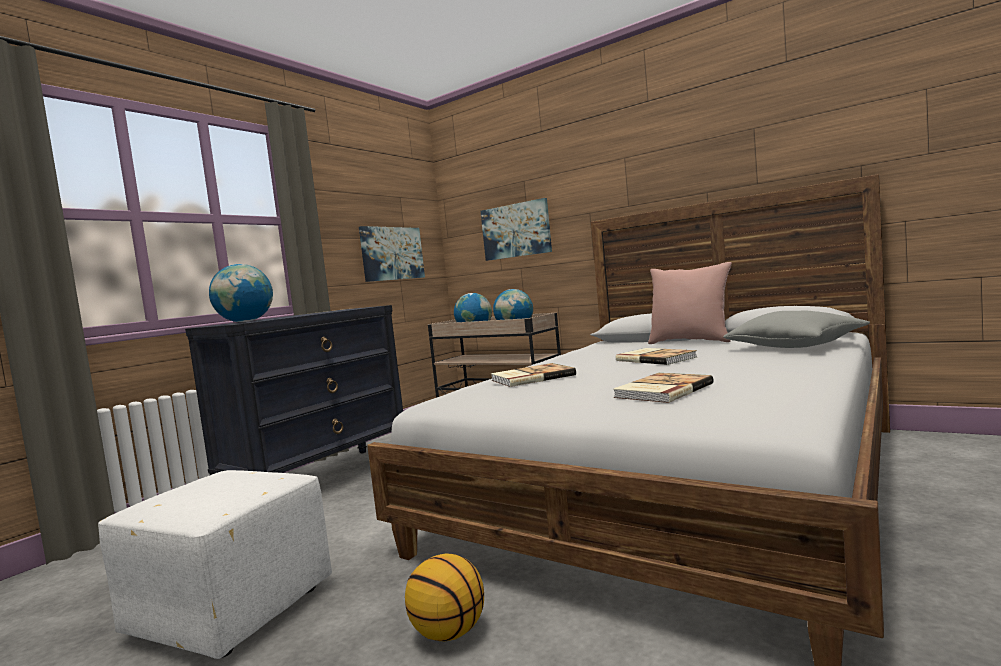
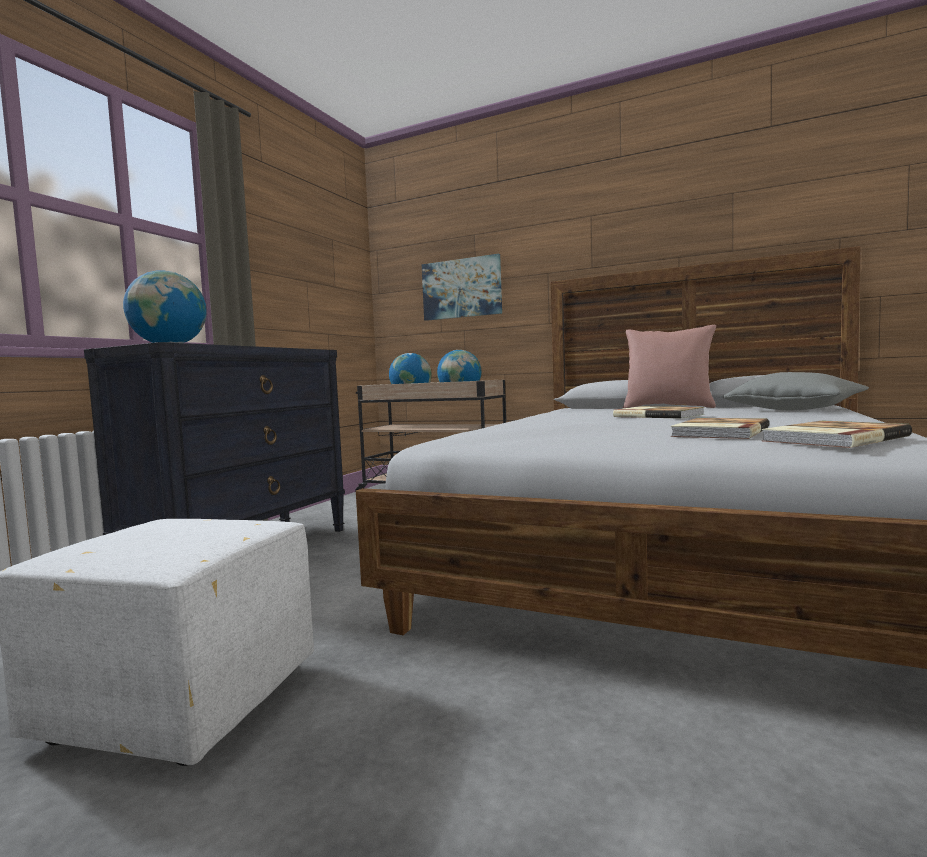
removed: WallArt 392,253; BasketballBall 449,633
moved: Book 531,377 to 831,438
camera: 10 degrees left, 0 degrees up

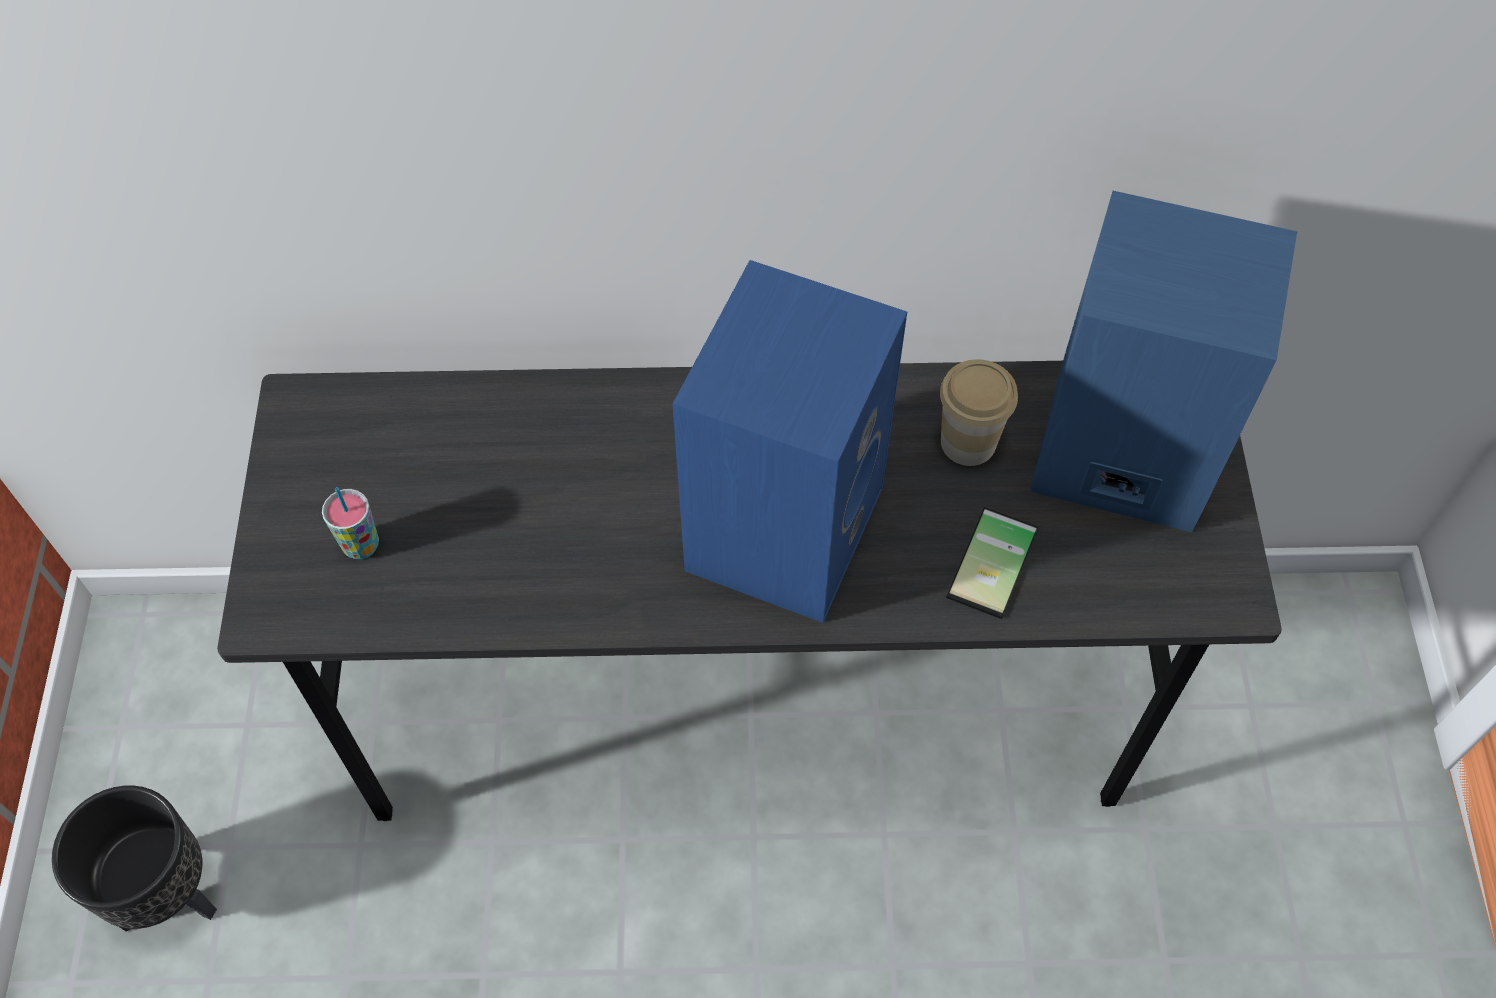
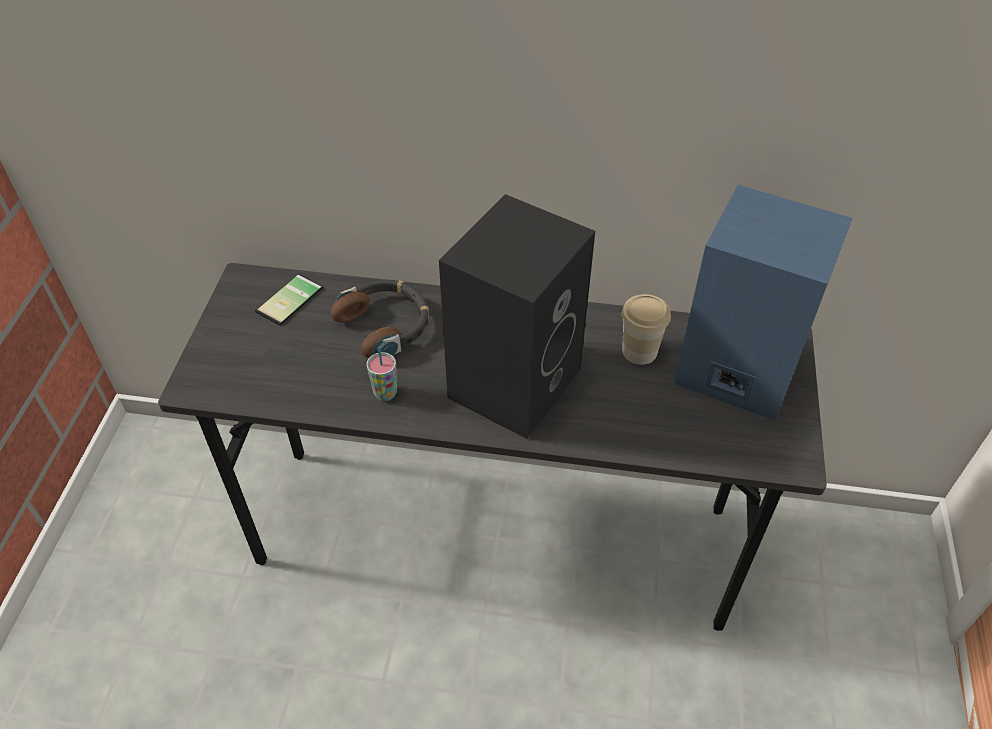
removed: BlackishPlantPot 168,896
added: PairOfHeadphones 385,324
moved: SmallCup 361,546 to 385,393; Phone 998,565 to 292,301
recoloured: BlueAudioSpeaker 782,523 to BlackishAudioSpeaker 514,380
camera: 10 degrees right, 10 degrees down

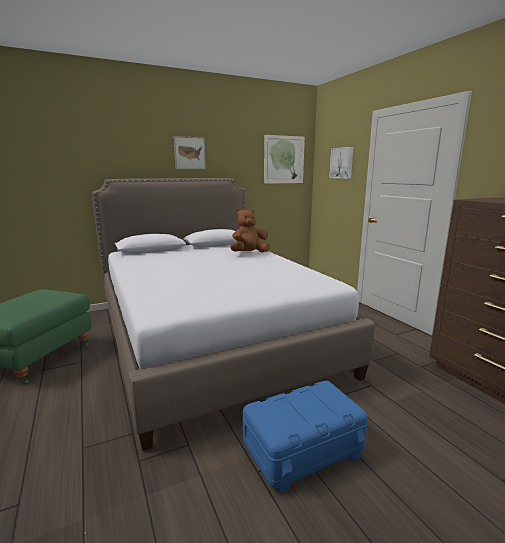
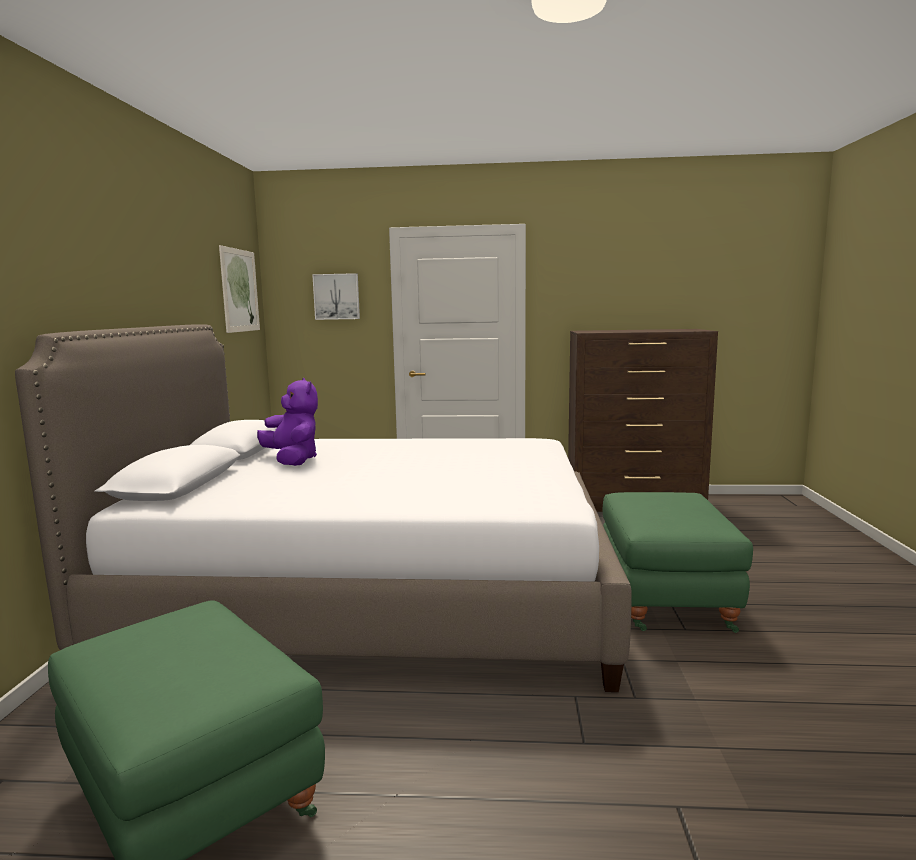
removed: WallArt 189,153; BrownishCuddlyToy 249,253
added: PurplishCuddlyToy 292,460
replaced: BlueStorageBin 302,449 to GreenColouredOttoman 664,600
camera: 60 degrees left, 5 degrees down

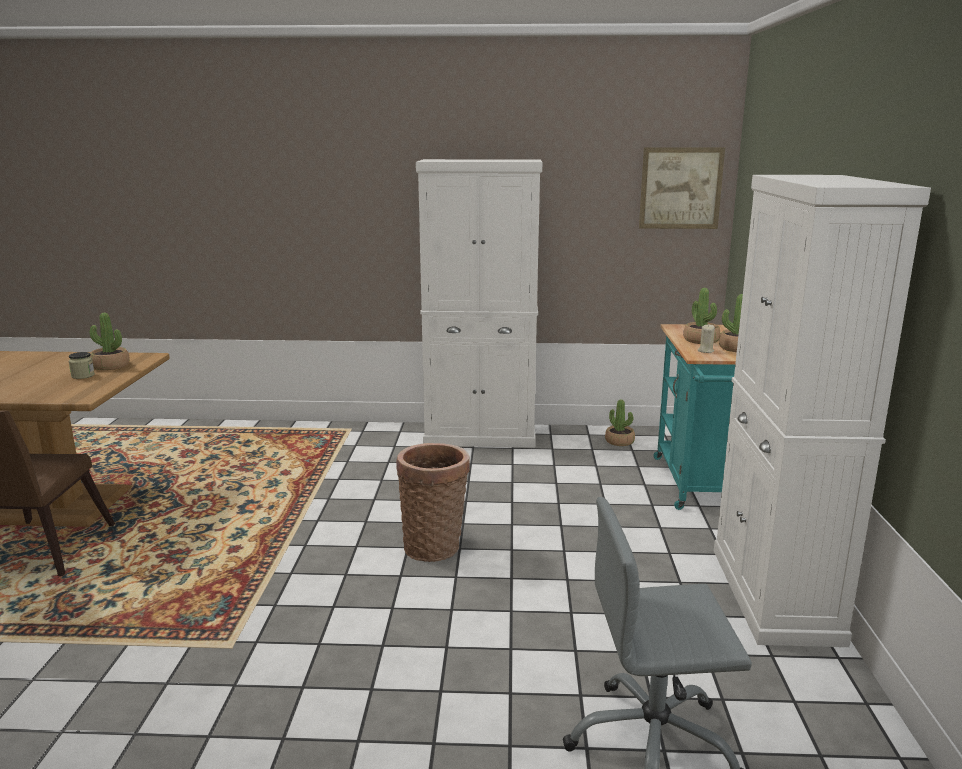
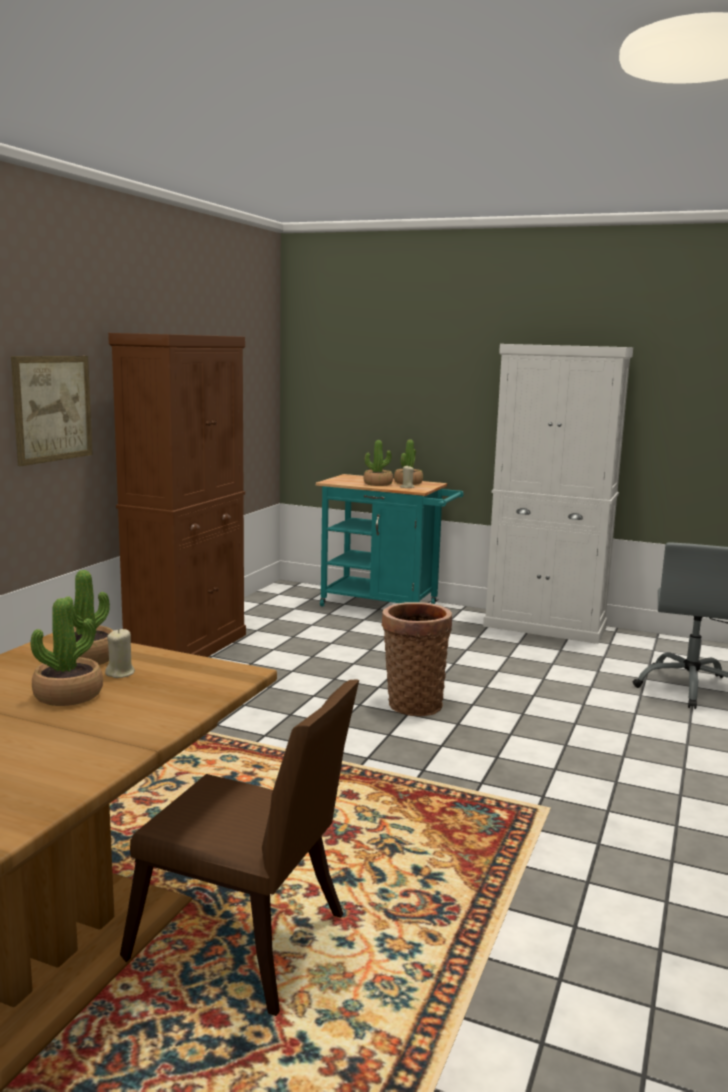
moved: Houseplant 619,441 to 68,695; WallArt 680,188 to 52,408
replaced: StorageJar 83,376 to BeigeColouredCandle 120,673
recoloured: WhitishStorageCabinet 480,436 to BrownishStorageCabinet 187,648
camera: 70 degrees left, 5 degrees down

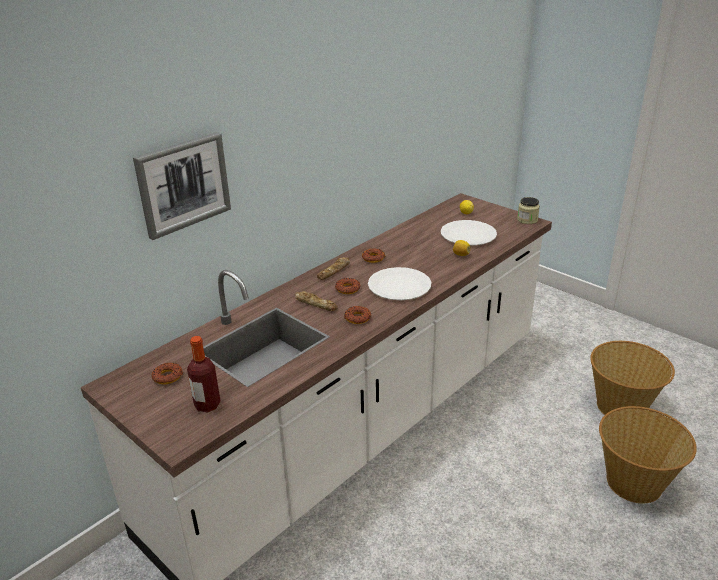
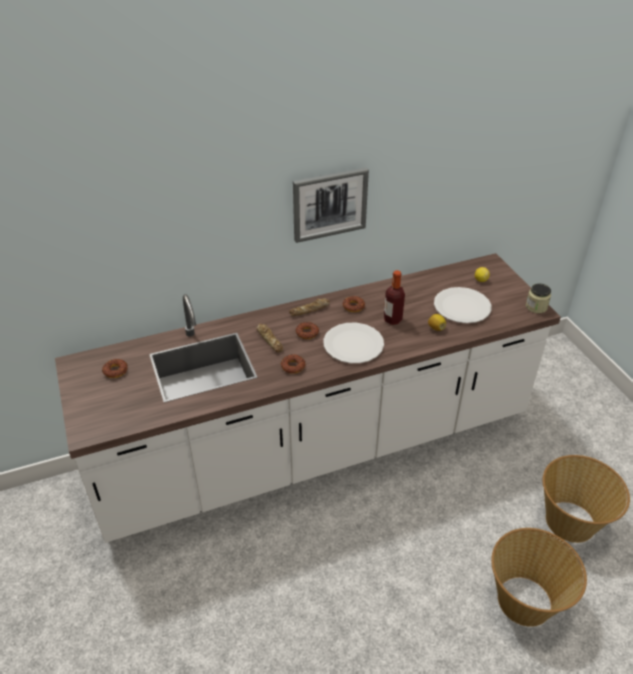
moved: WallArt 183,184 to 329,204; DrinkBottle 207,405 to 392,319
camera: 25 degrees right, 10 degrees up

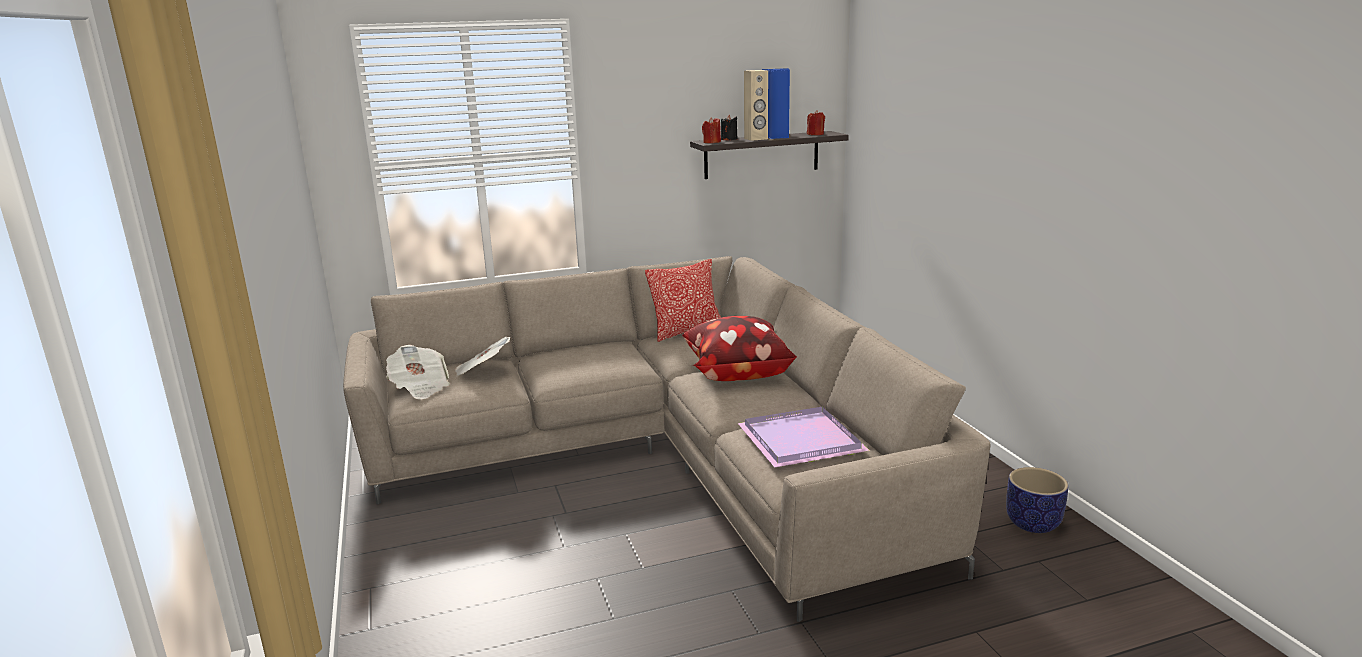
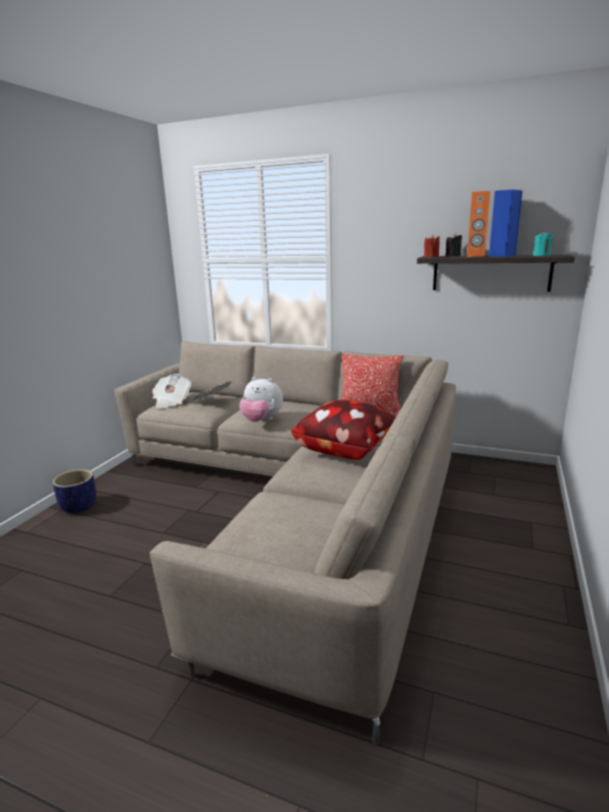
removed: PurplishServingTray 803,441
added: CuddlyToy 261,421
moved: PlantPot 1032,523 to 79,506
recoloured: BeigeColouredAudioSpeaker 756,139 to OrangeAudioSpeaker 475,256; RedCandle 815,134 to TurquoiseColouredCandle 541,255
camera: 40 degrees right, 0 degrees up

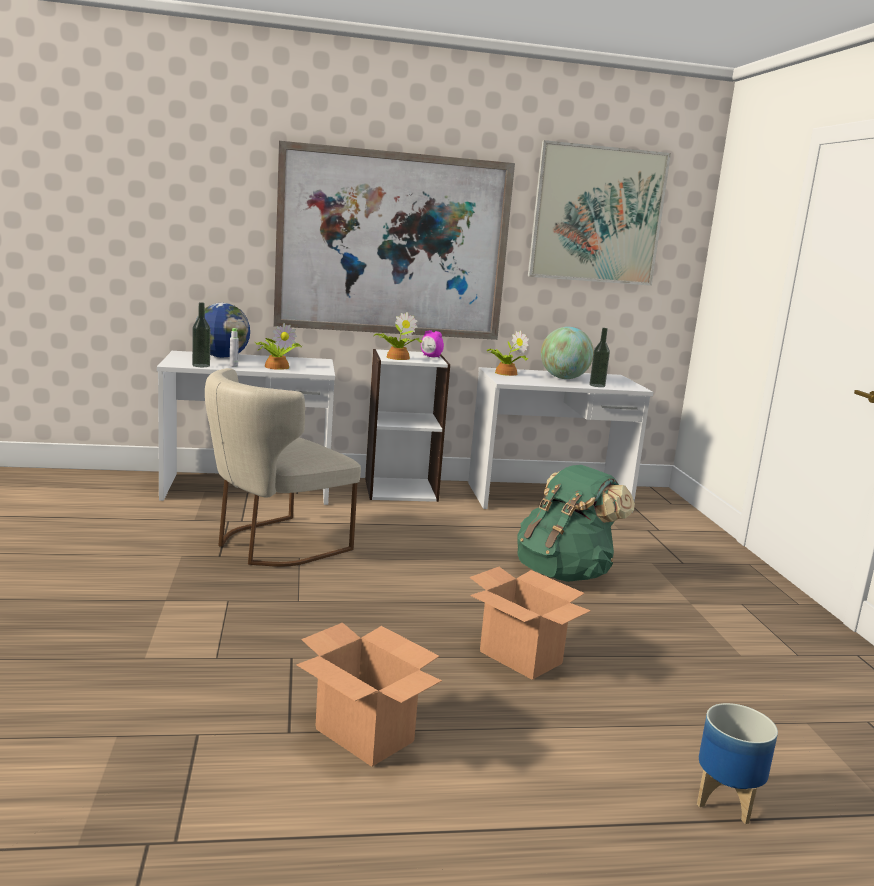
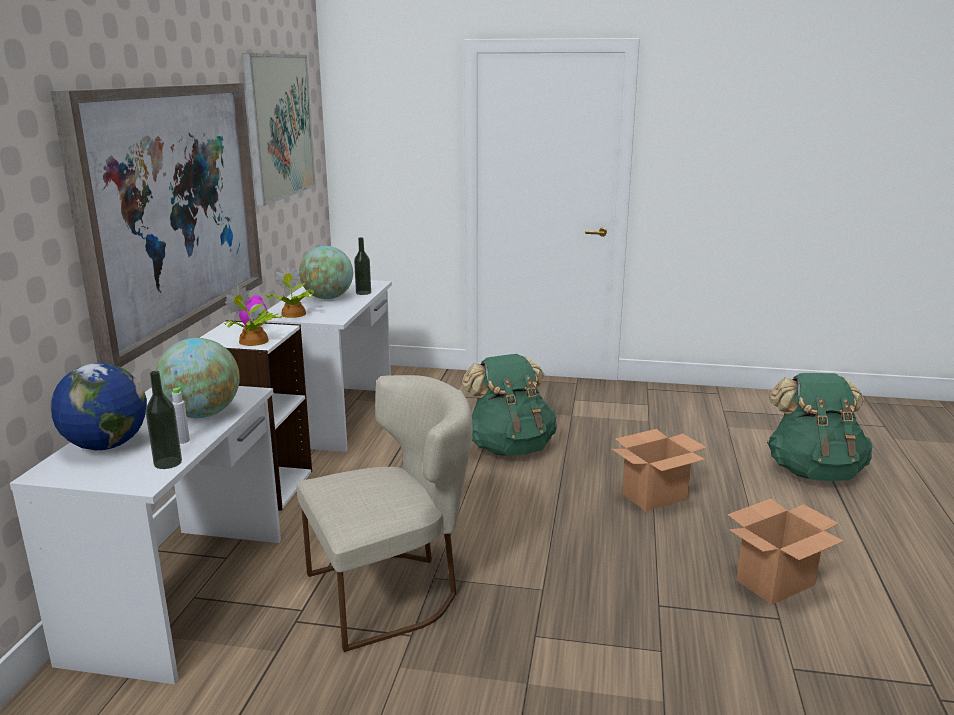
replaced: Houseplant 277,366 to DeskGlobe 202,414; PlantPot 727,801 to GreenColouredRucksack 813,471
turned: BeigeColouredUprightChair 273,545 = 392,591 90 degrees counterclockwise
camera: 70 degrees left, 5 degrees up

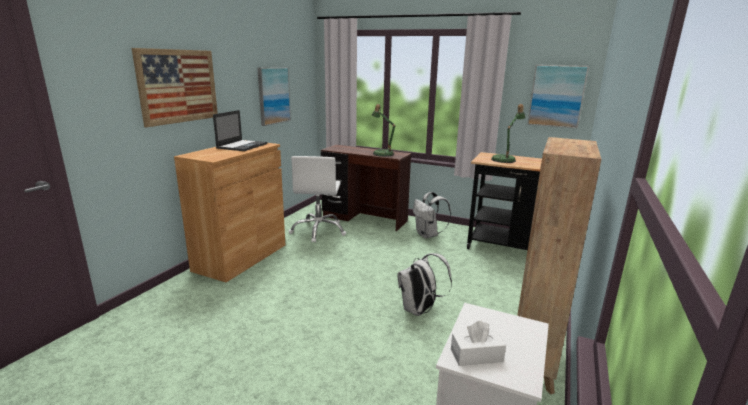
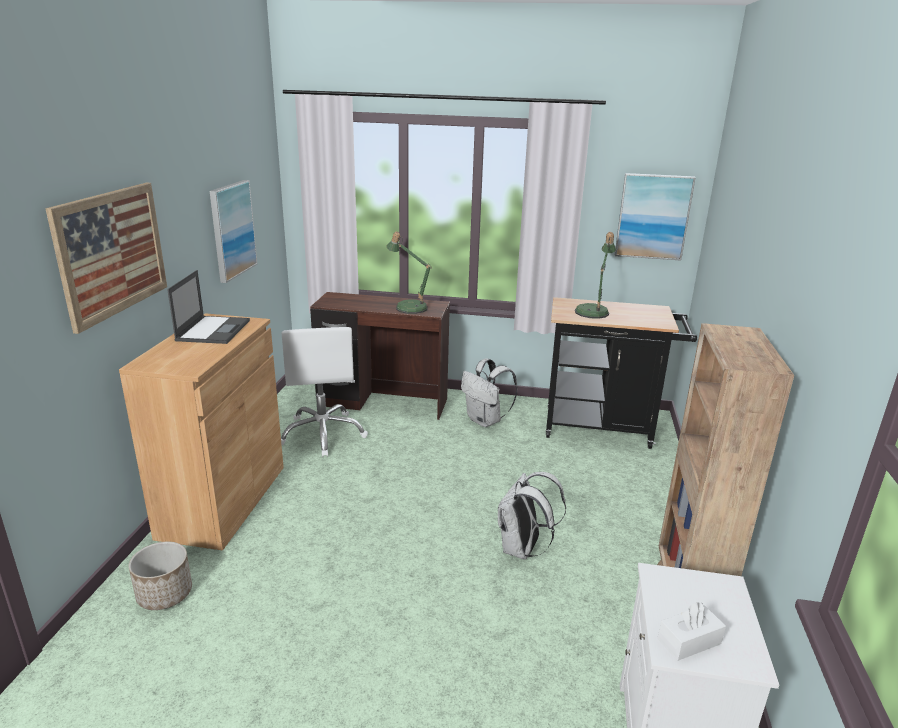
added: PlantPot 164,594
camera: 15 degrees left, 5 degrees up

